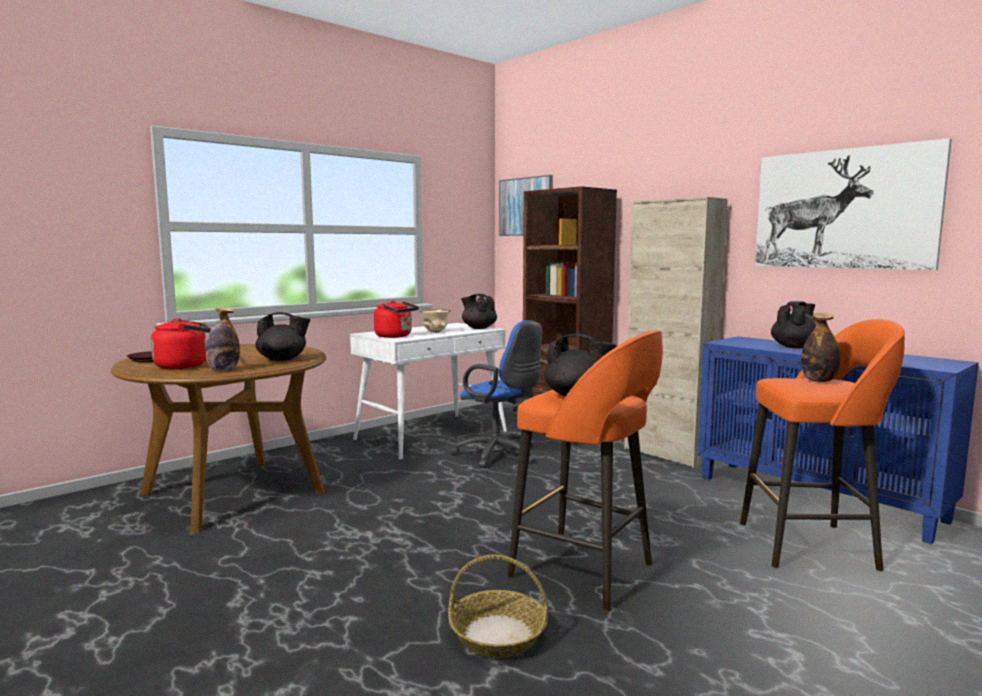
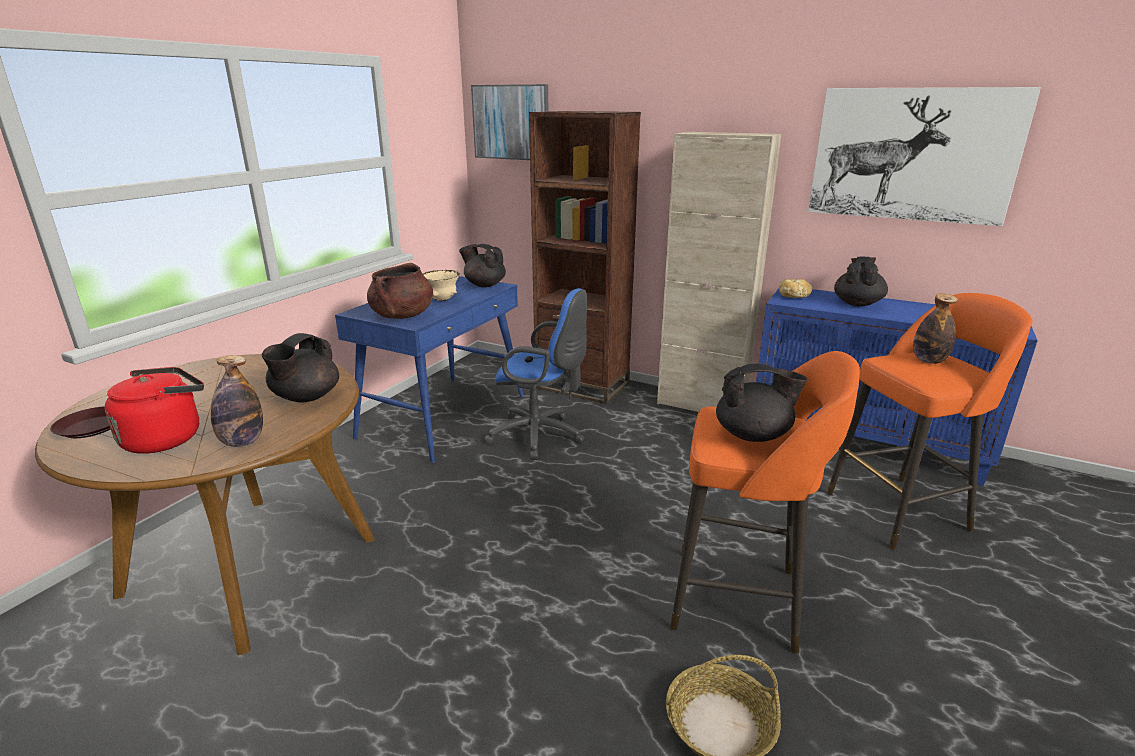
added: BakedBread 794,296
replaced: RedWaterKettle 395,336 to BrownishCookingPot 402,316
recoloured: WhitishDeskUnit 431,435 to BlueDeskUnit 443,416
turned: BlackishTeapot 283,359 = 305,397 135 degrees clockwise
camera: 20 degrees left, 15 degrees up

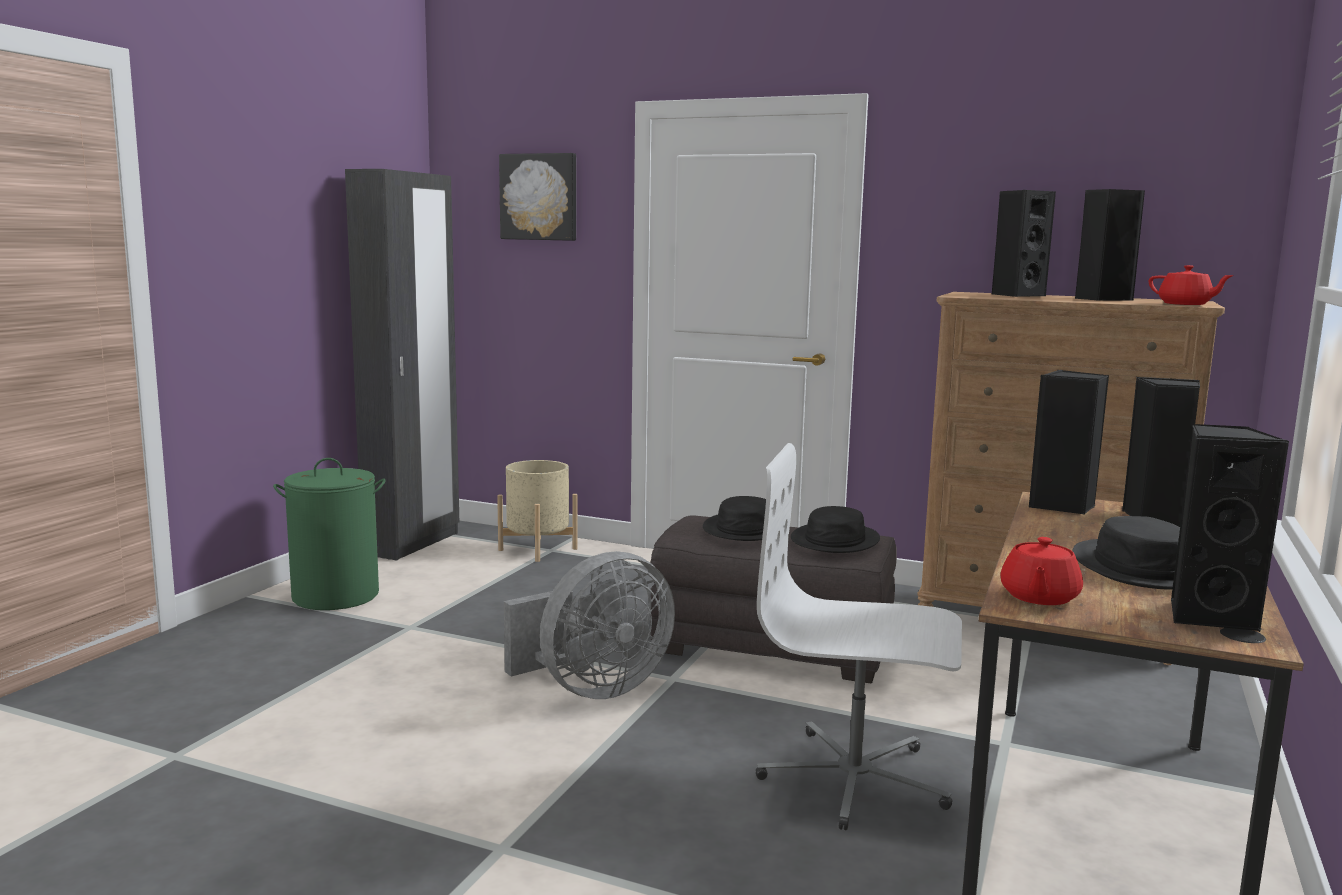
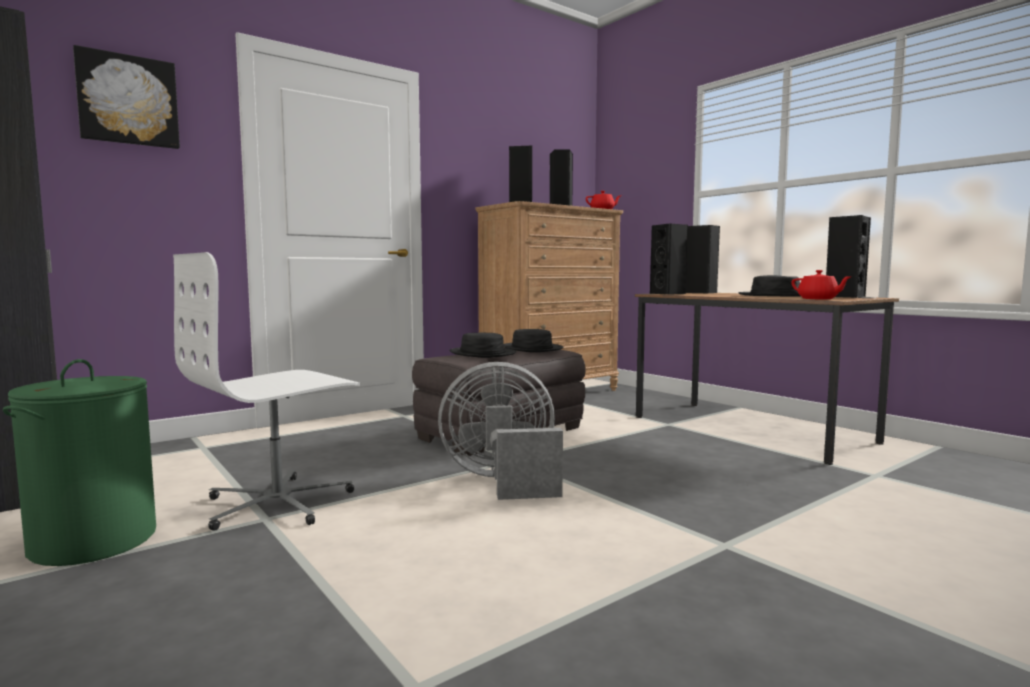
removed: BeigeColouredPlantPot 538,549
moved: WhitishDeskChair 854,779 to 279,503
turned: GrayFan 593,689 = 502,481 90 degrees counterclockwise
camera: 60 degrees left, 5 degrees down

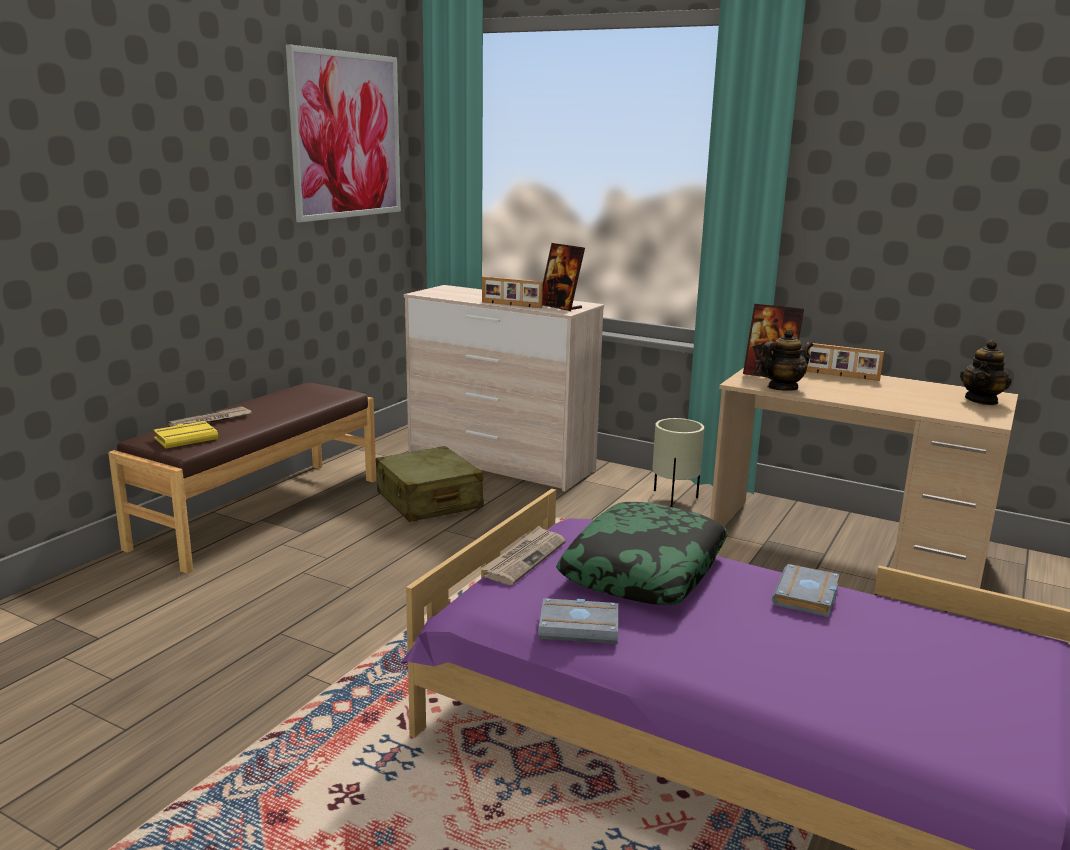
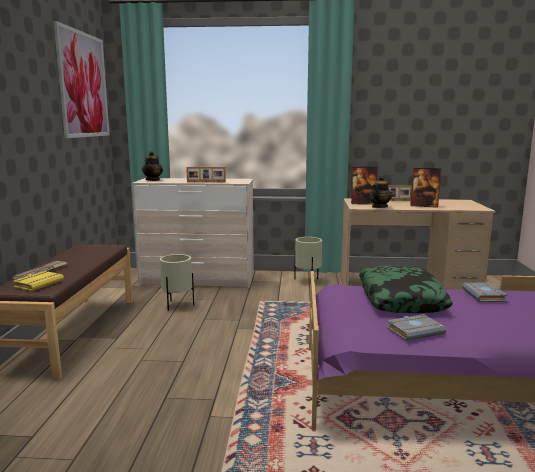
removed: PrintedPaper 524,558
moved: PhotoFrame 560,307 to 424,206; Teapot 982,400 to 153,180
replaced: BeigeColouredTravelCase 429,501 to BeigeColouredPlantPot 178,306
camera: 25 degrees left, 5 degrees down

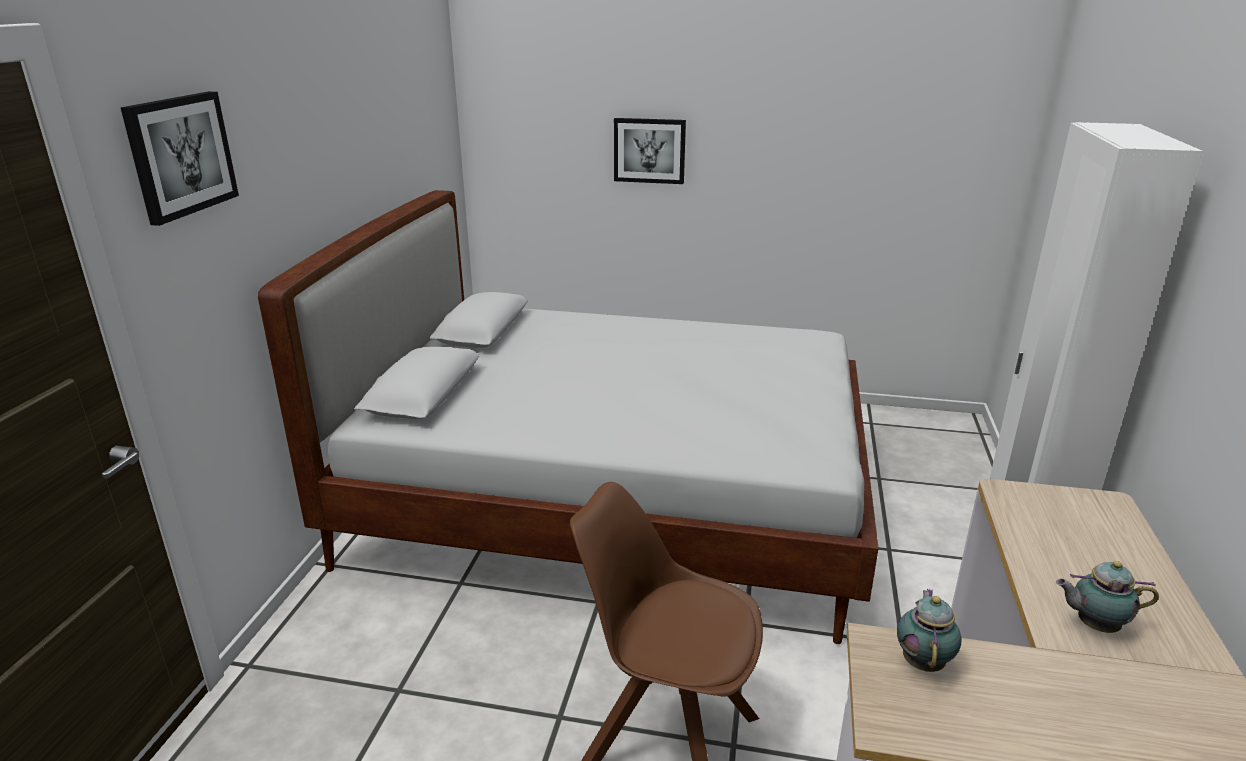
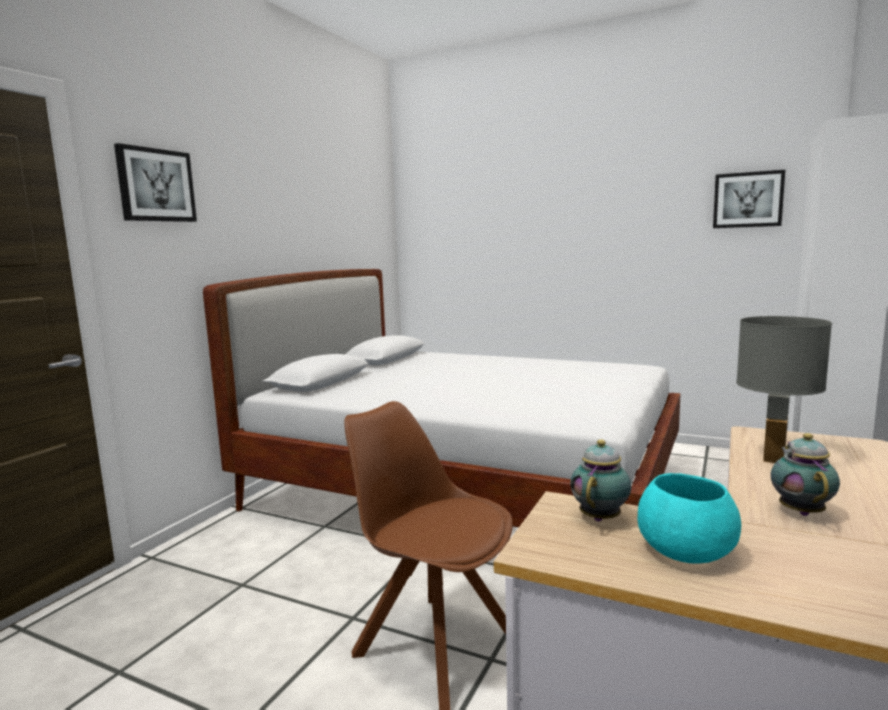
added: TurquoiseColouredDeepDish 683,550; GrayTableLamp 773,458
moved: WallArt 649,150 to 748,200
turned: Teapot 1093,625 = 800,511 75 degrees clockwise
camera: 15 degrees right, 15 degrees down

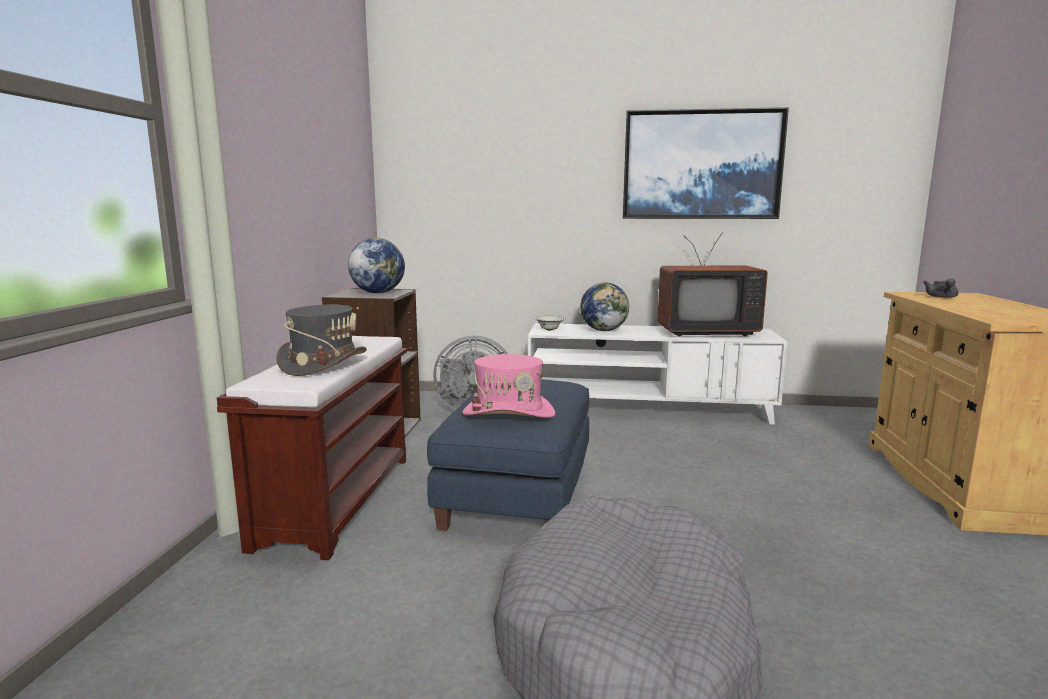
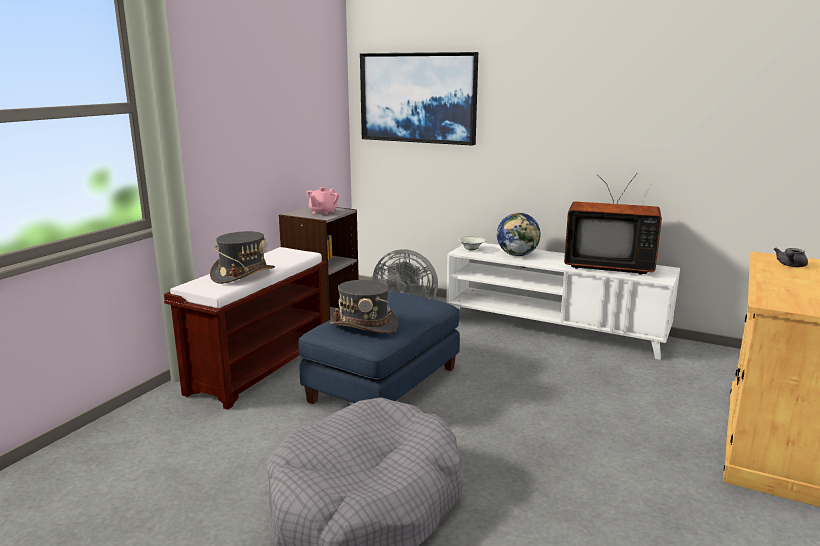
moved: WallArt 701,165 to 418,98
replaced: DeskGlobe 377,293 to PinkishTeapot 323,212
recoloured: PinkishHat 509,413 to GrayHat 364,325
camera: 20 degrees right, 5 degrees up

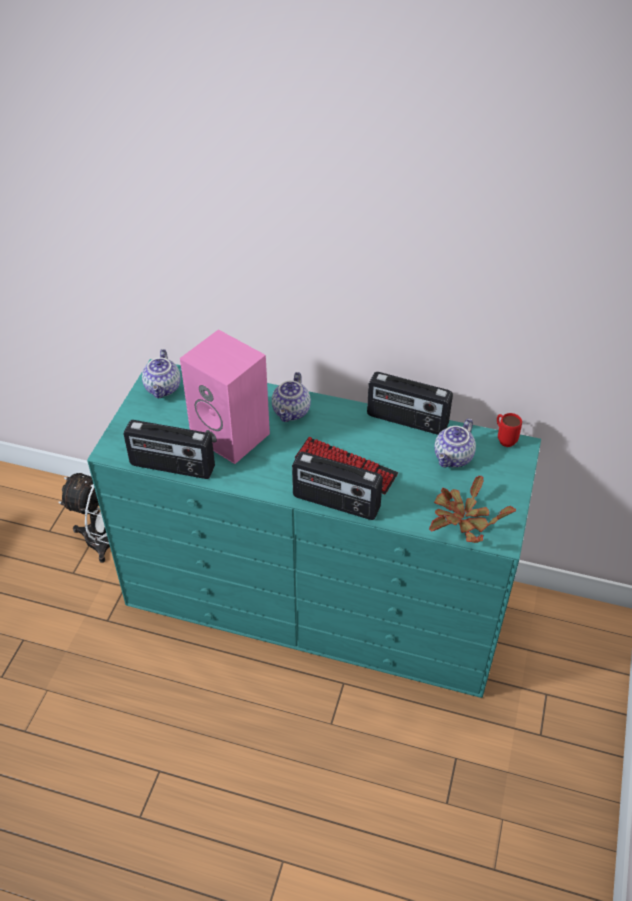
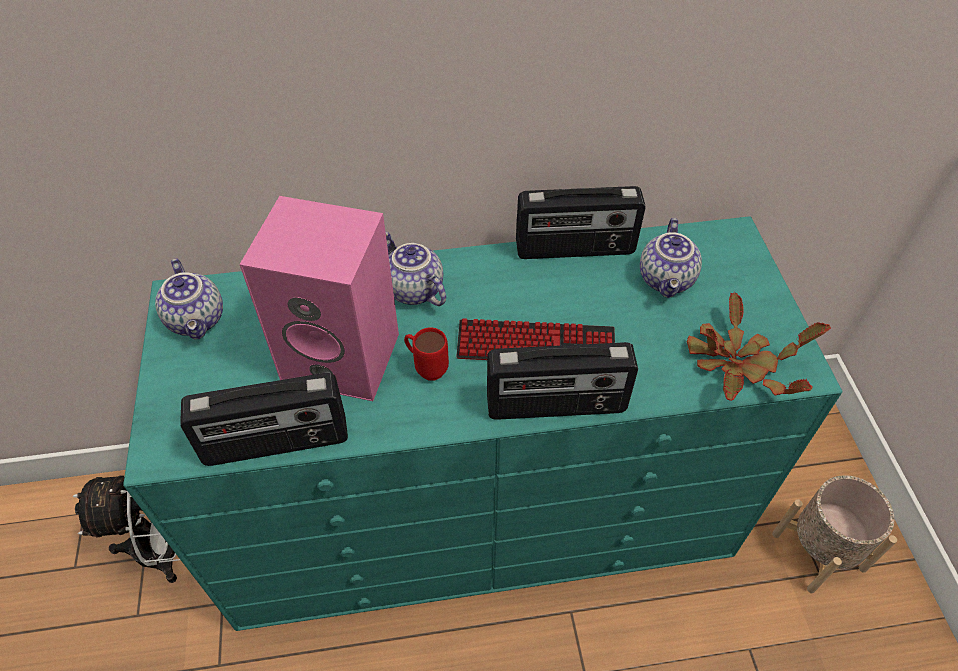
added: BeigeColouredPlantPot 818,551
moved: RedTeaMug 504,439 to 426,368
turned: Teapot 292,412 = 412,290 150 degrees clockwise
camera: 25 degrees left, 5 degrees up

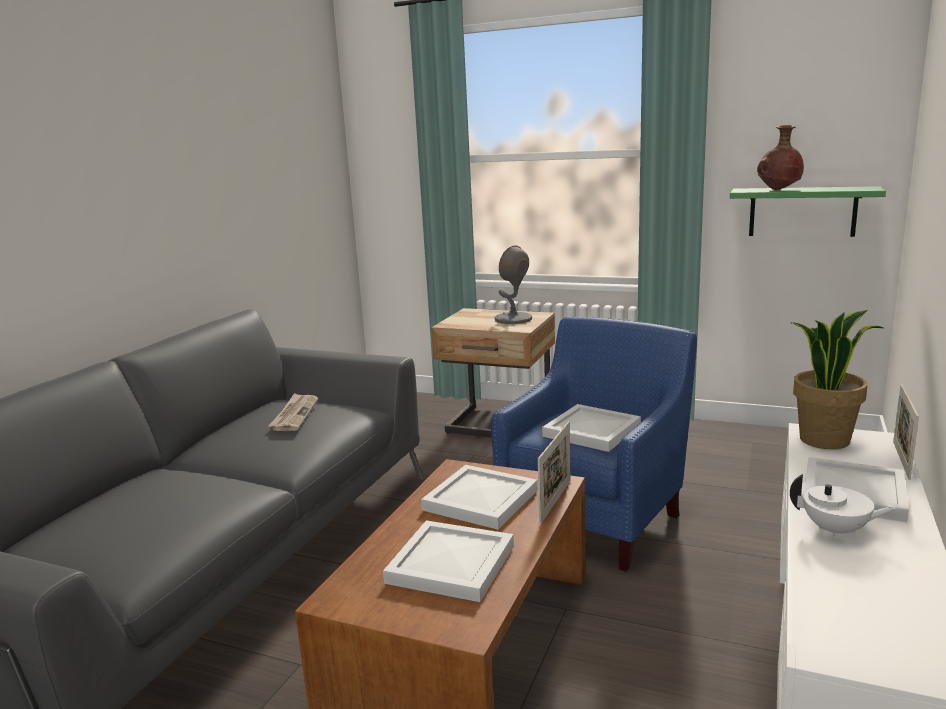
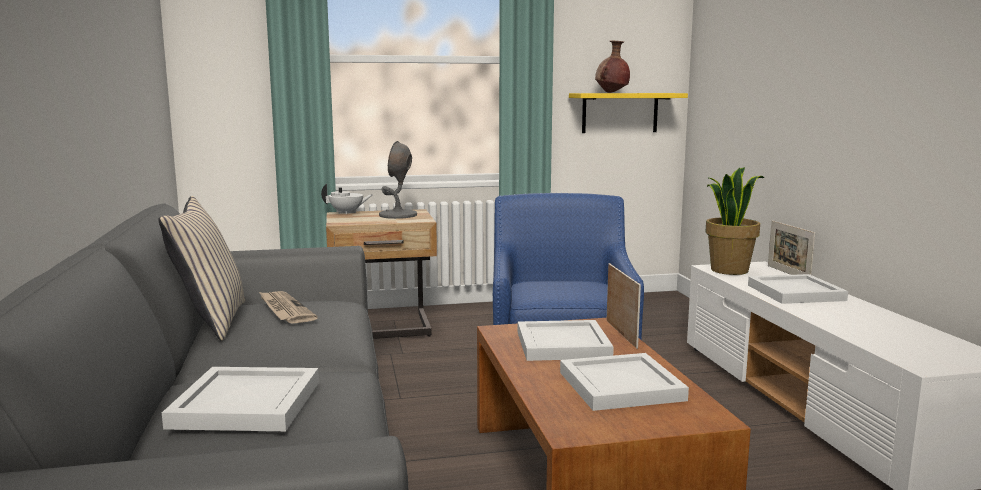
added: BeigeColouredCushion 211,321
moved: WhitishServingTray 591,430 to 245,403; WhitishTeapot 836,531 to 347,213
recoloured: GreenColouredBracketShelf 802,212 to YellowBracketShelf 620,112
camera: 35 degrees left, 5 degrees down

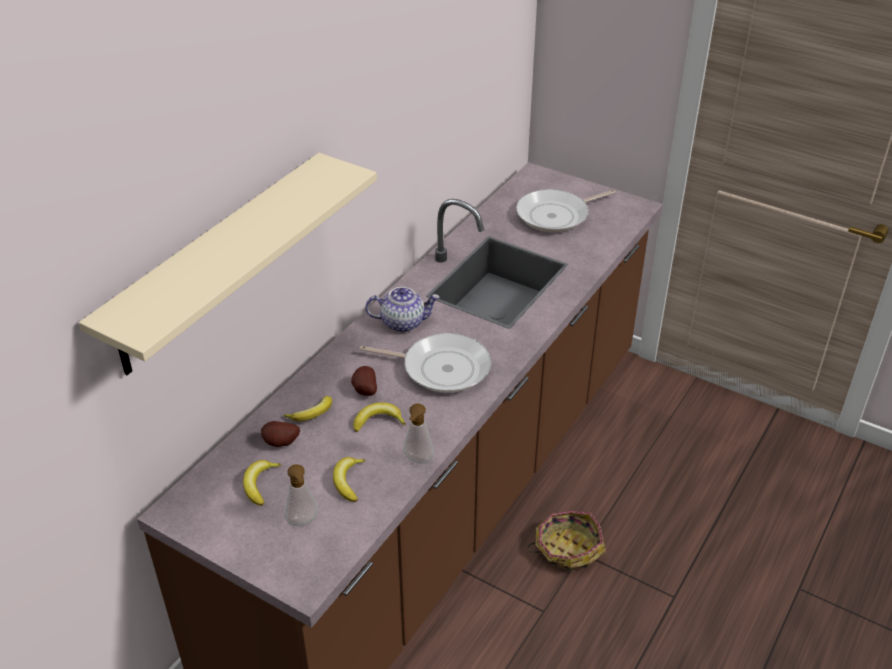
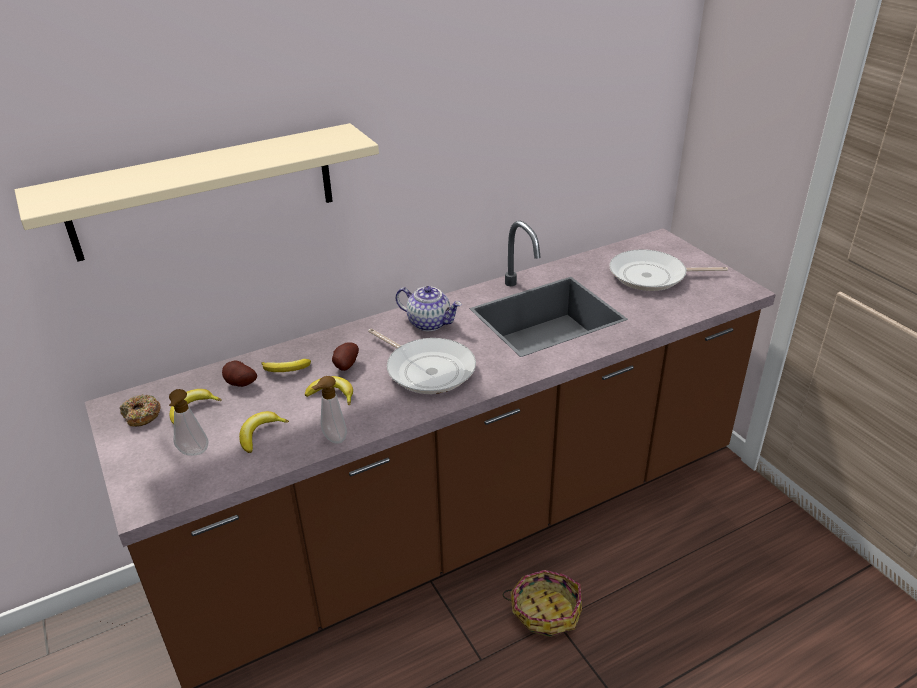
added: RingDoughnut 142,415
camera: 30 degrees right, 5 degrees down

